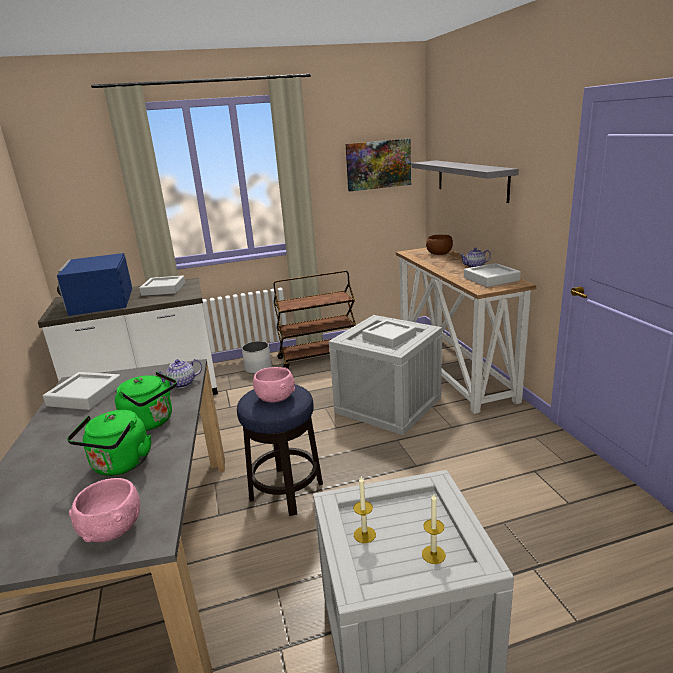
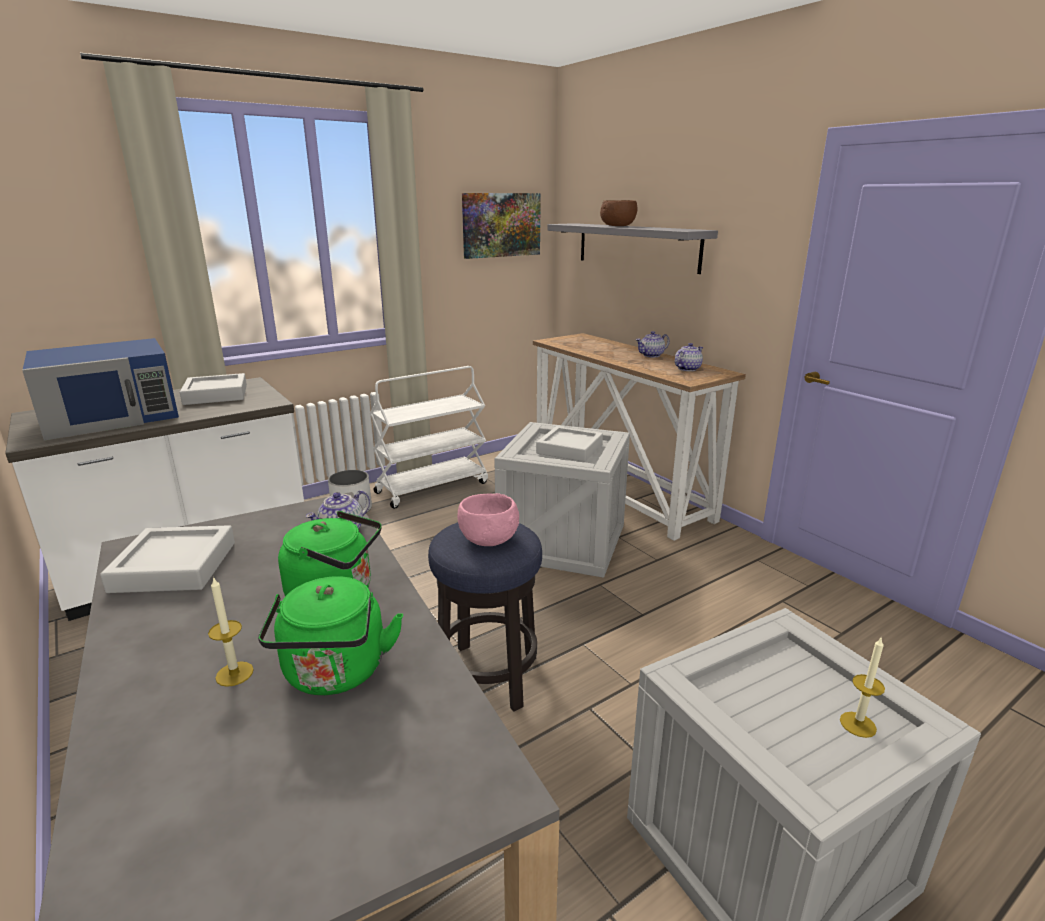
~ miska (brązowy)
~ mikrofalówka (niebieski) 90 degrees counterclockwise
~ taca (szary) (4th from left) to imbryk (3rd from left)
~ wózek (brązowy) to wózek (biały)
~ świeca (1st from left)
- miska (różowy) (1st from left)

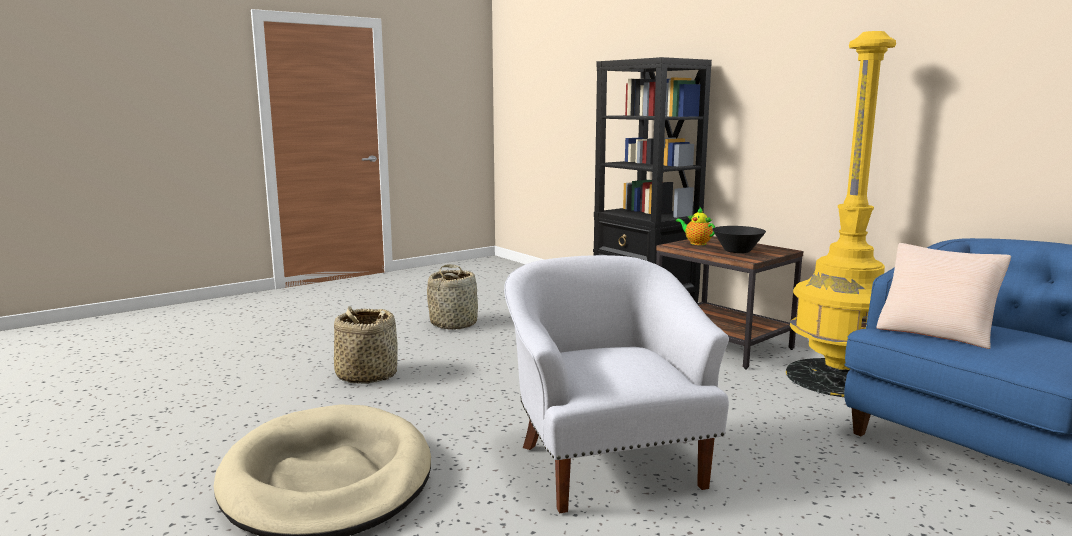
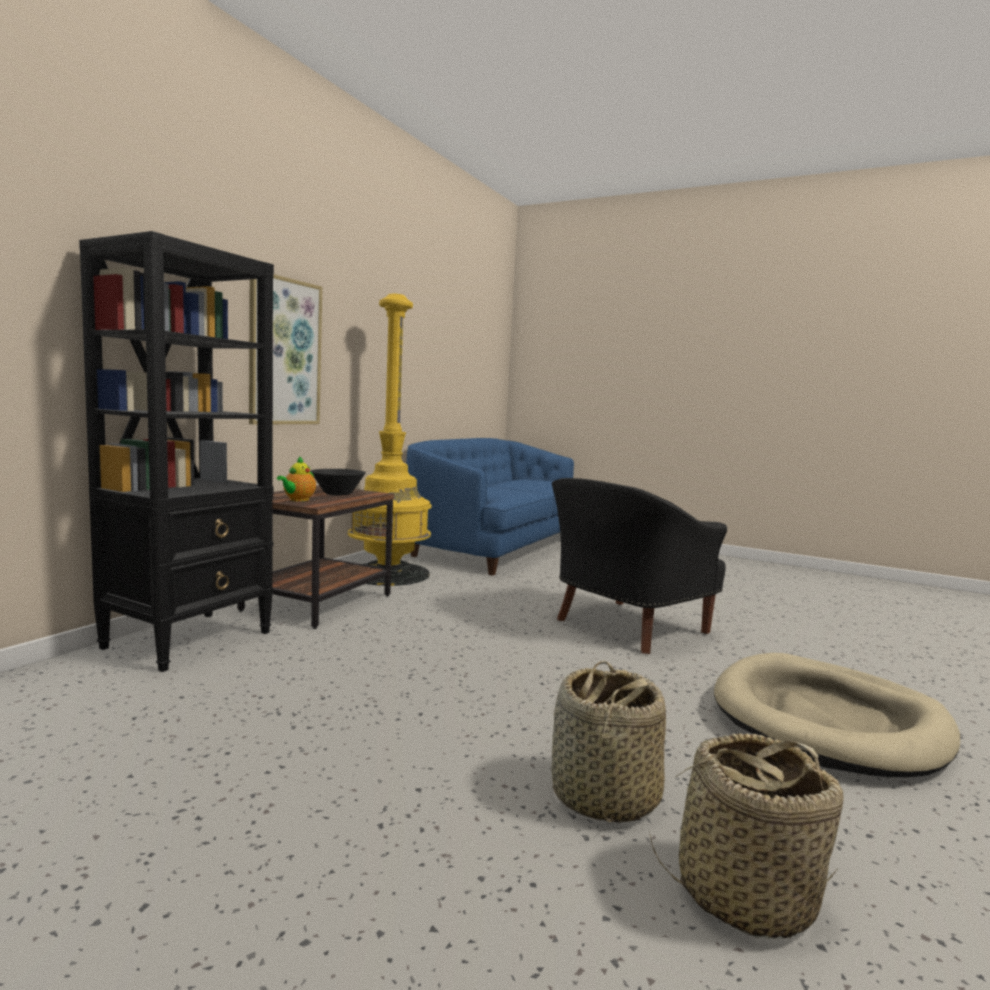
- poduszka (beżowy)
~ fotel (biały) to fotel (czarny)
~ koszyk (2nd from left)
+ obraz

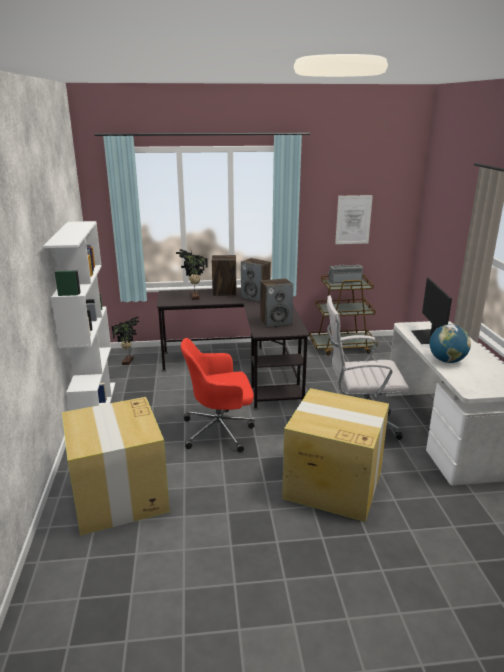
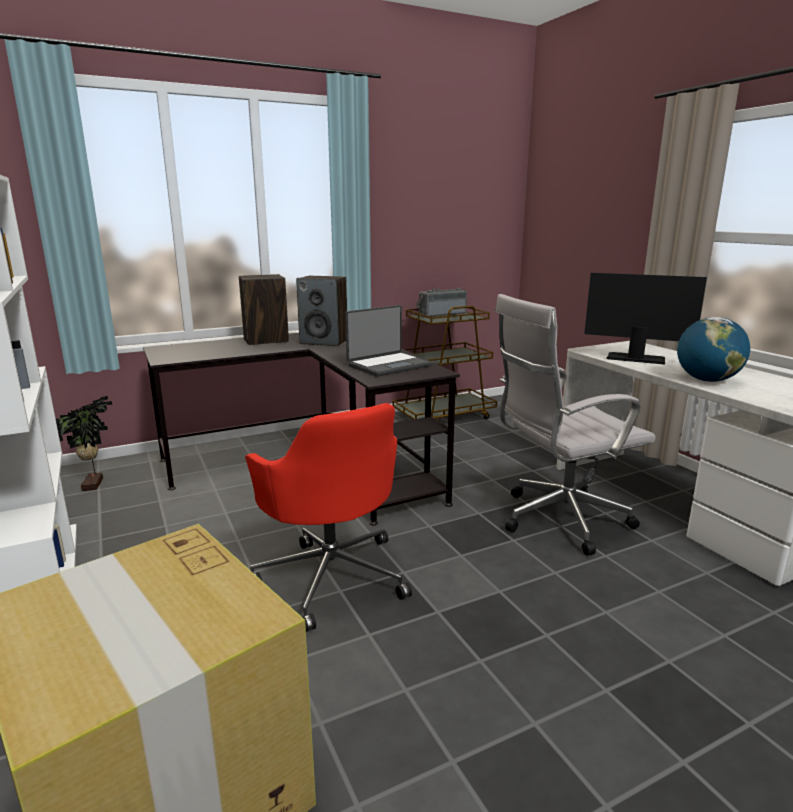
- obraz
- roślina doniczkowa (2nd from left)
~ głośnik (3rd from left) to laptop
~ monitor 135 degrees clockwise
~ krzesło biurowe (czerwony) 90 degrees counterclockwise
- karton (2nd from left)

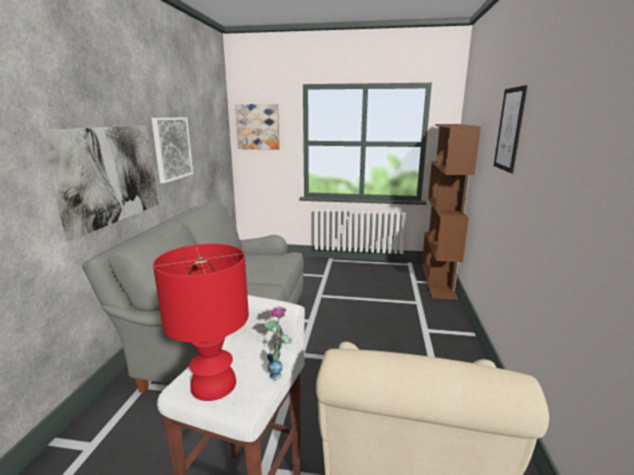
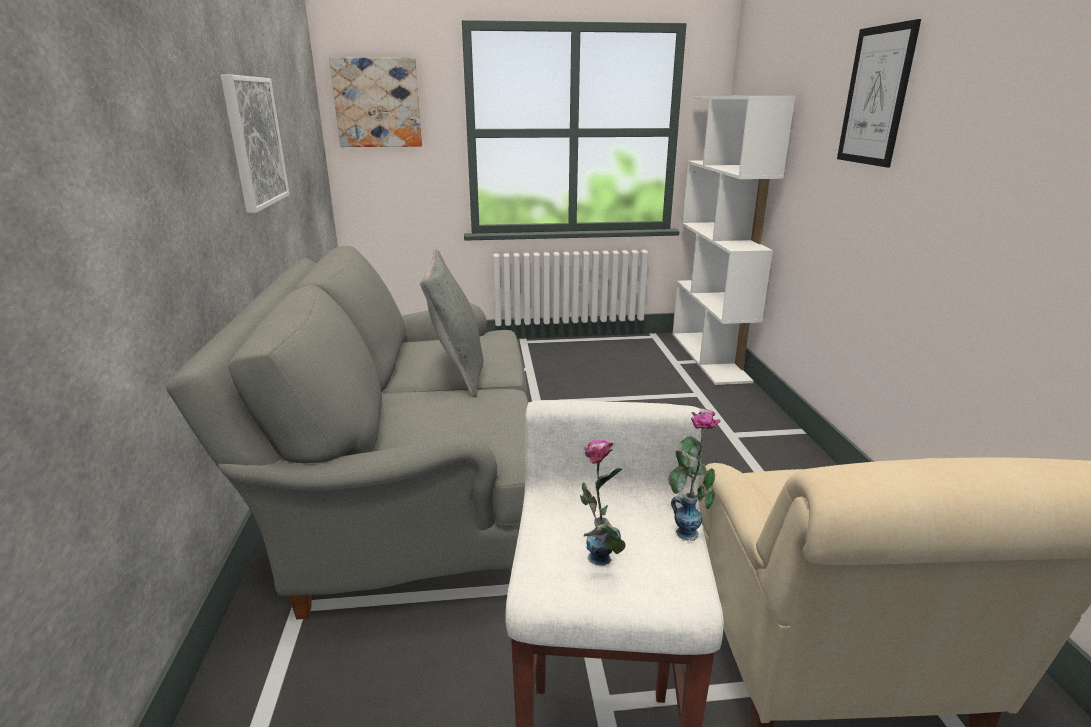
~ regał (brązowy) to regał (biały)
- obraz (1st from left)
~ lampa stołowa (czerwony) to wazon (1st from left)
+ poduszka (szary)

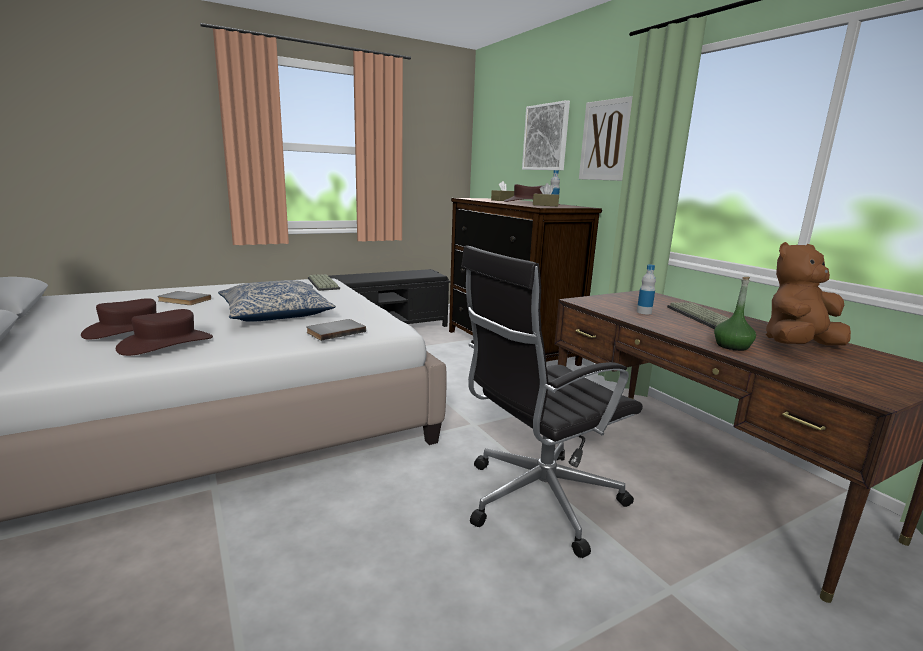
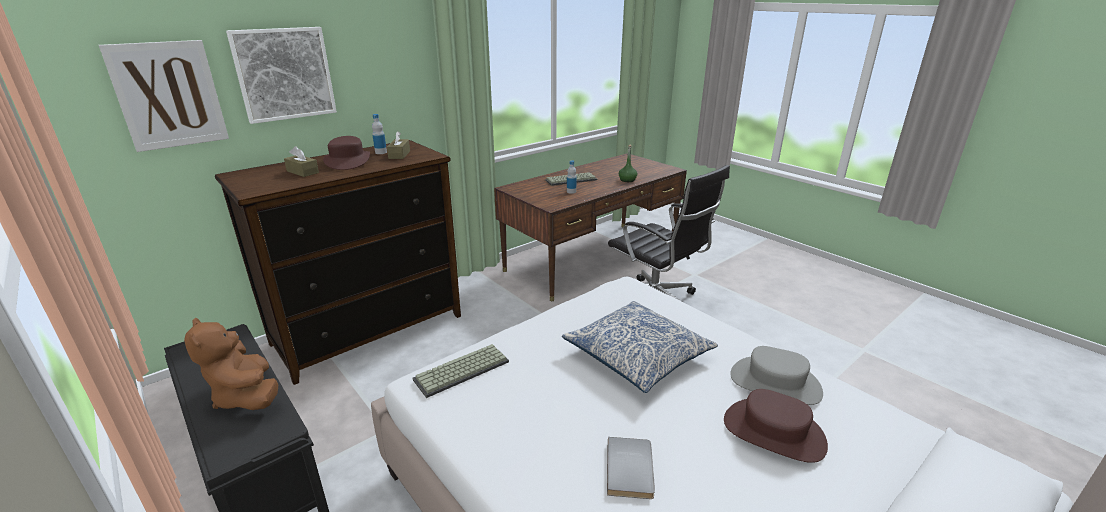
~ obraz (2nd from left in the first image) to obraz (1st from left)
~ pluszak (brązowy)
~ kapelusz (brązowy) (2nd from left) to kapelusz (szary)
- książka (szary) (2nd from left)

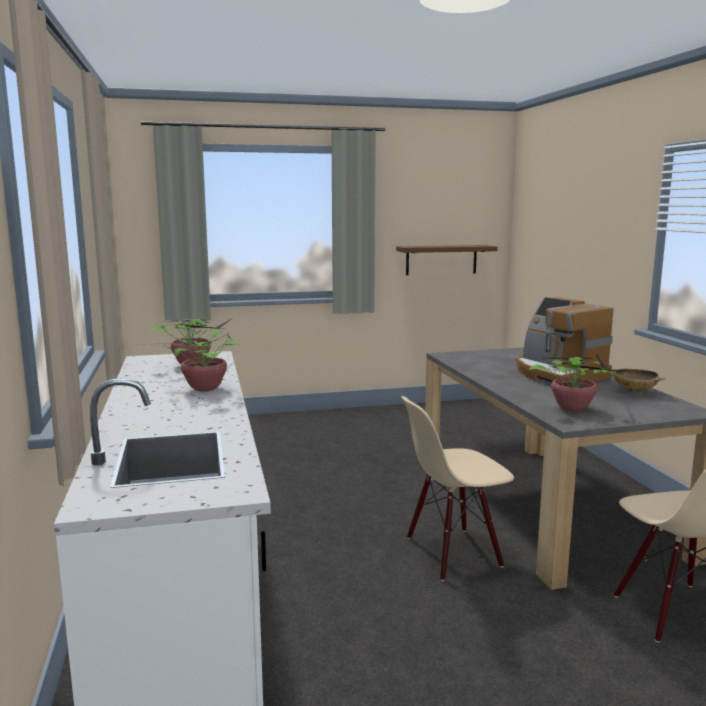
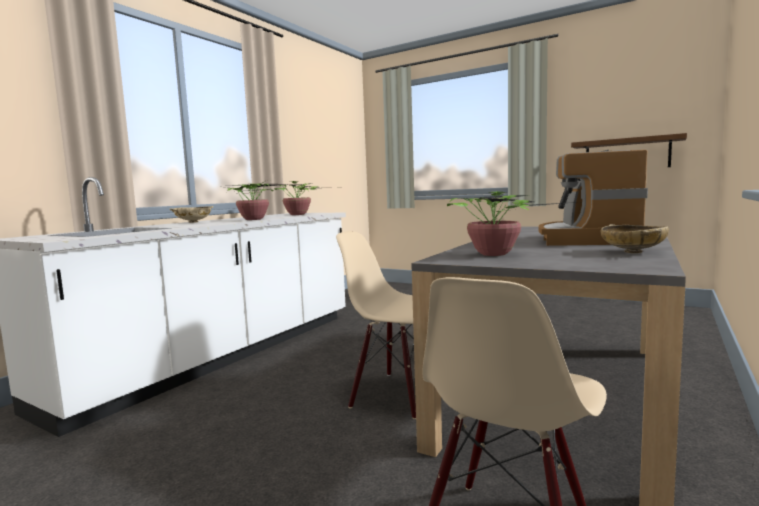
+ miska (beżowy) (1st from left)

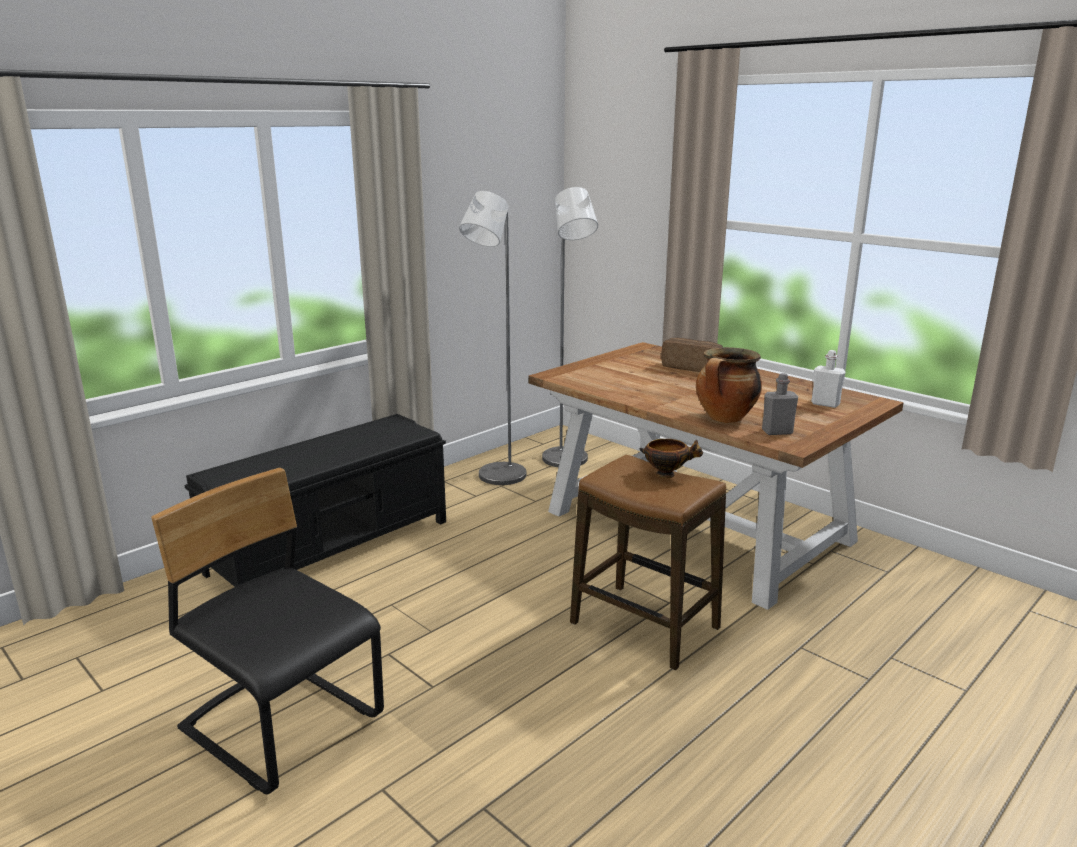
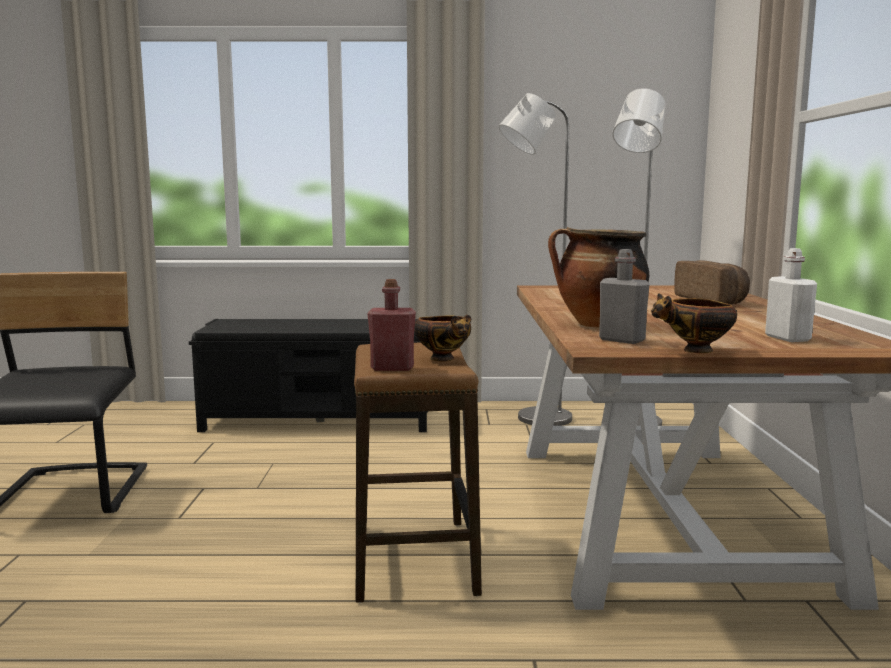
+ butelka (czerwony)
+ miska (2nd from left)

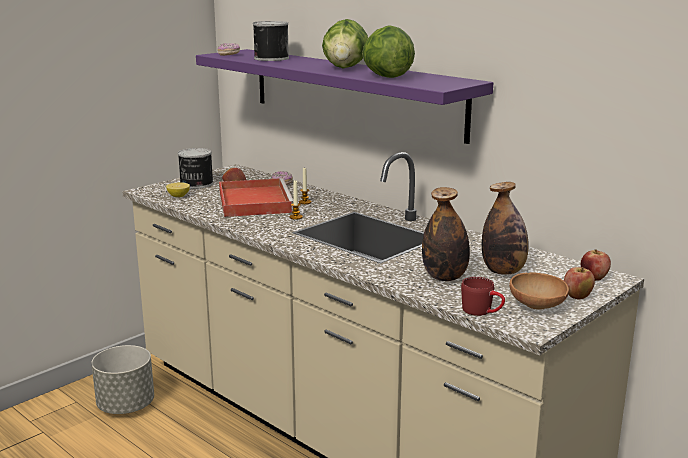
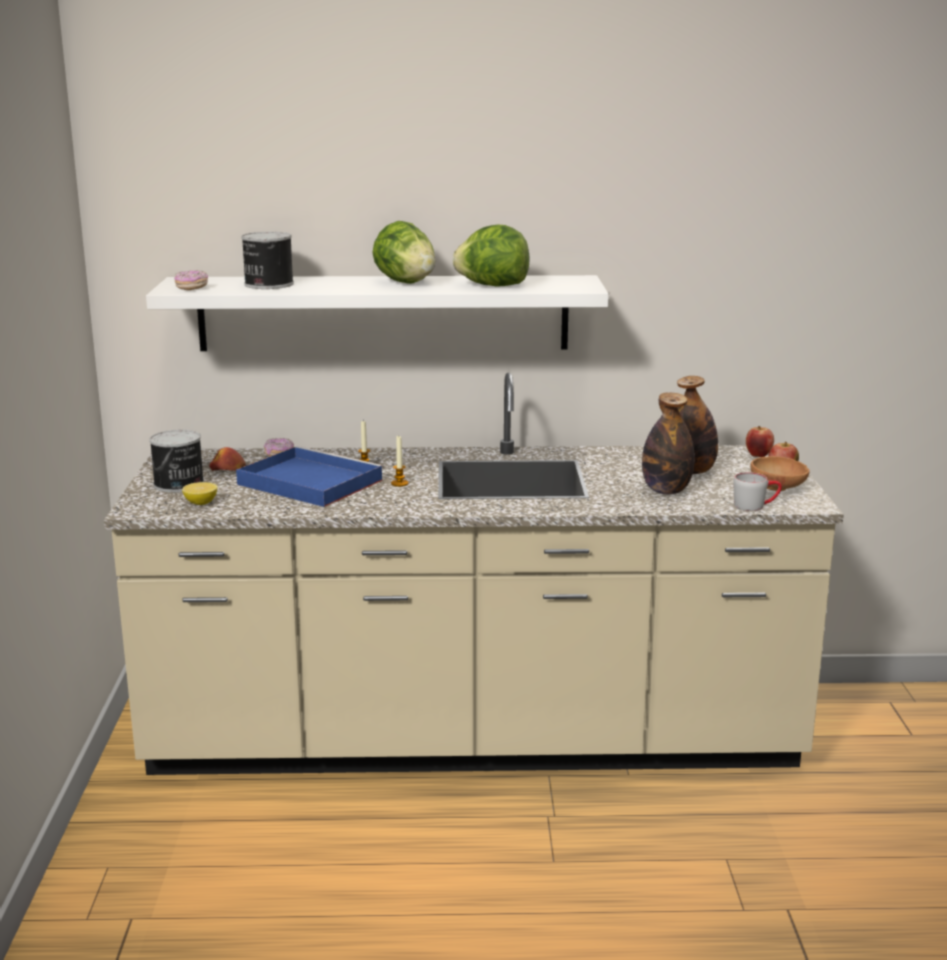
~ półka (fioletowy) to półka (biały)
~ taca (czerwony) to taca (niebieski)
~ kubek (czerwony) to kubek (szary)
- donica (szary)

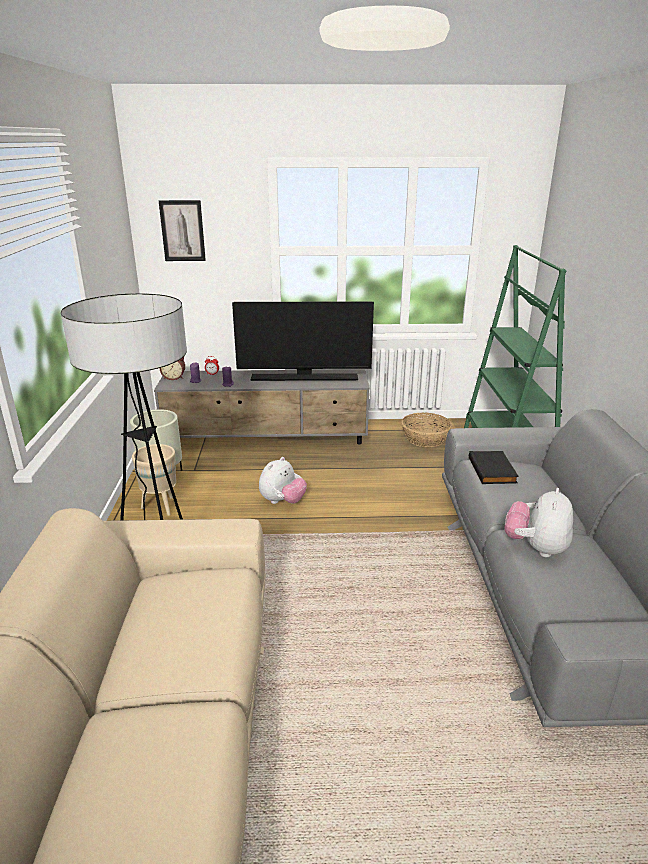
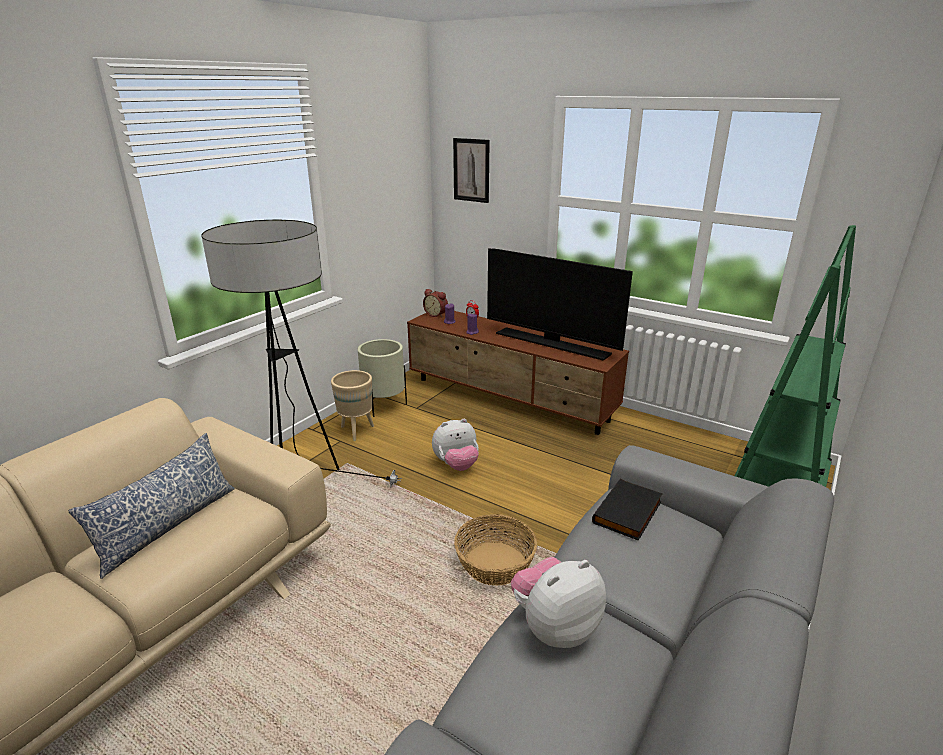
~ szafka pod telewizor (szary) to szafka pod telewizor (brązowy)
~ koszyk
+ poduszka

